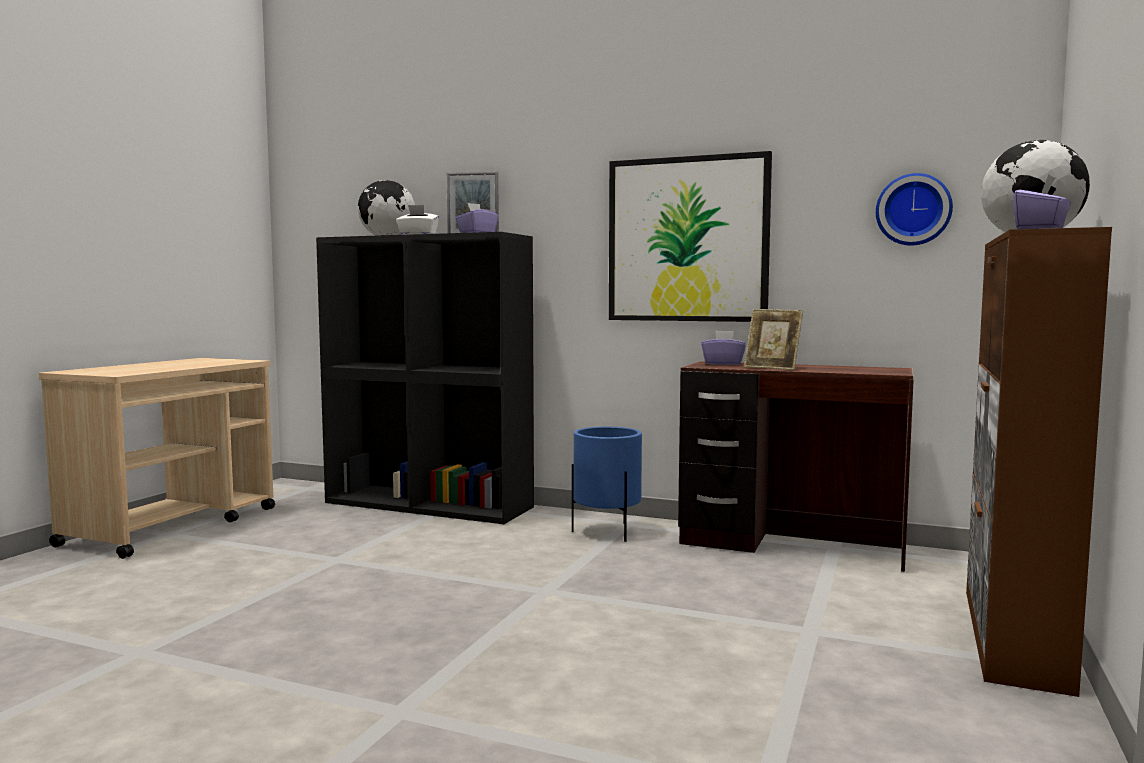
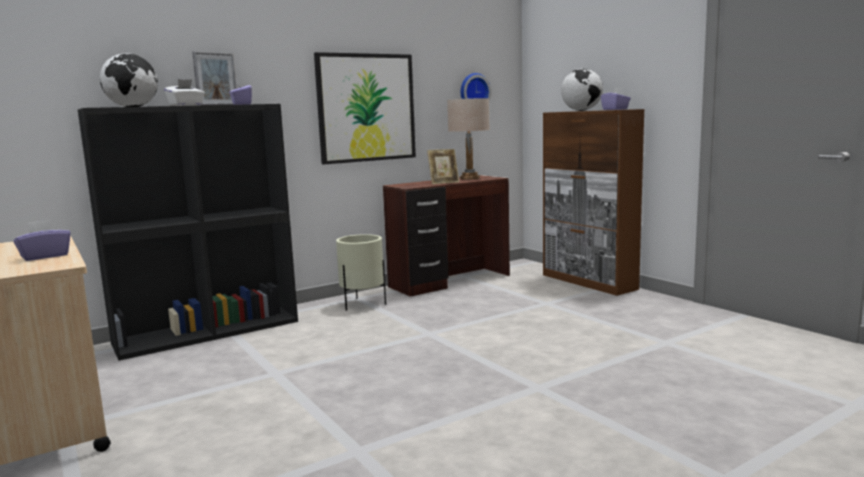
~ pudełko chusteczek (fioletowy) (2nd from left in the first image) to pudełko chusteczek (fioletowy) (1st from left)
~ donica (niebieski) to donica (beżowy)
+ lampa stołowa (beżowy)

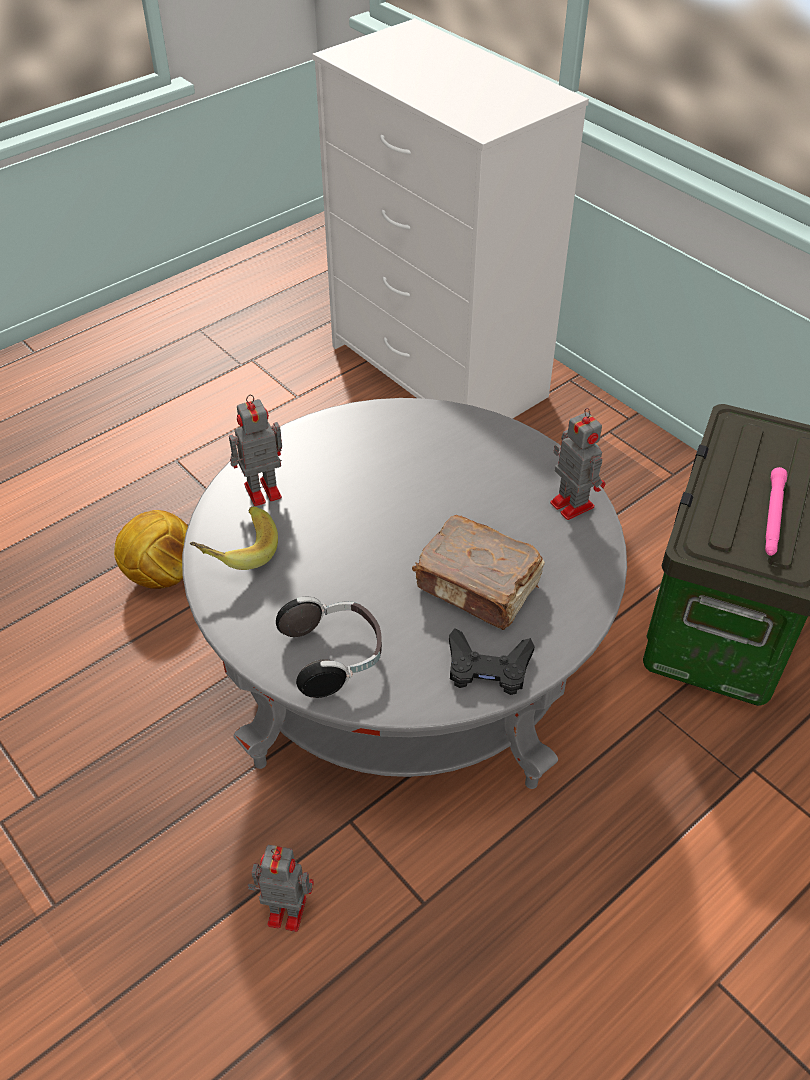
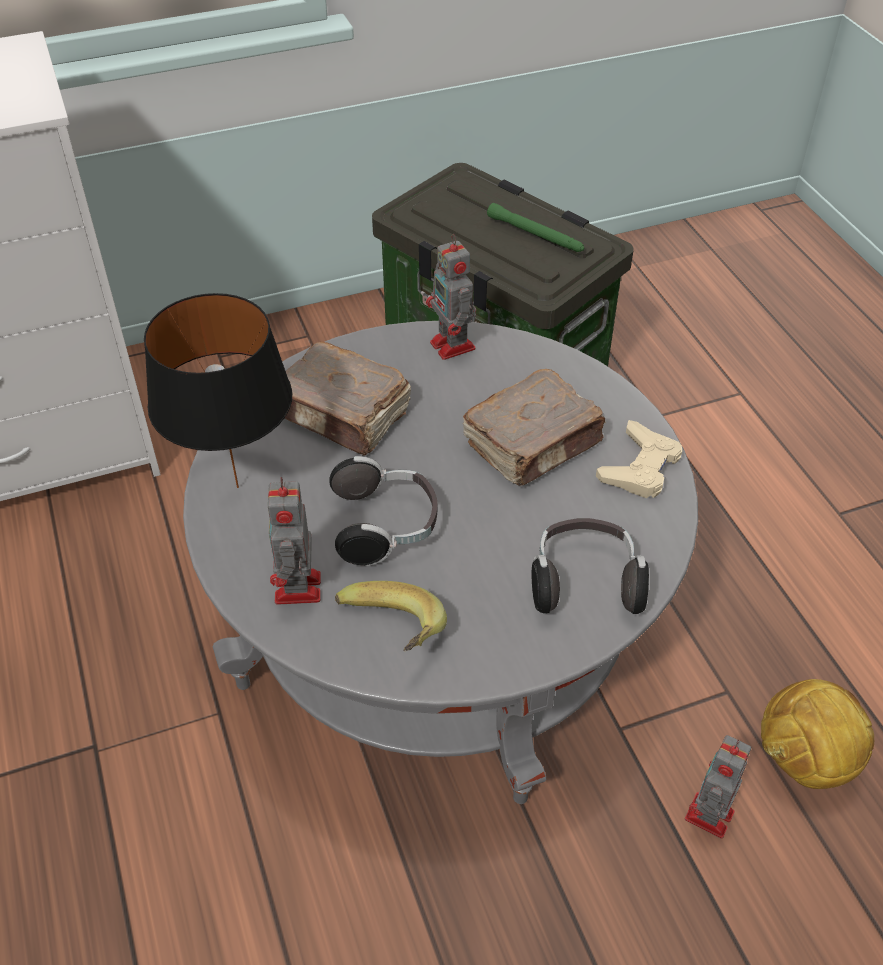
~ robot zabawkowy (3rd from left in the first image) 105 degrees counterclockwise
~ latarka (różowy) to latarka (zielony)
~ piłka futbolowa
~ pad do gier (czarny) to pad do gier (beżowy)
+ lampa stołowa (czarny)
+ książka (brązowy) (1st from left)
+ słuchawki (1st from left)

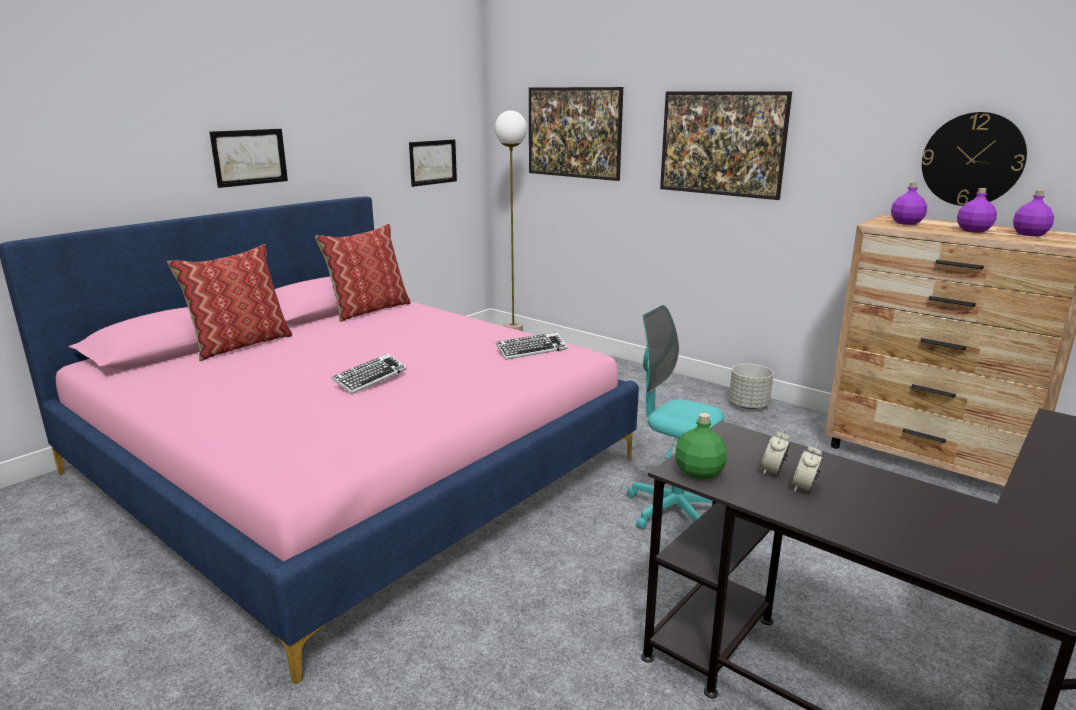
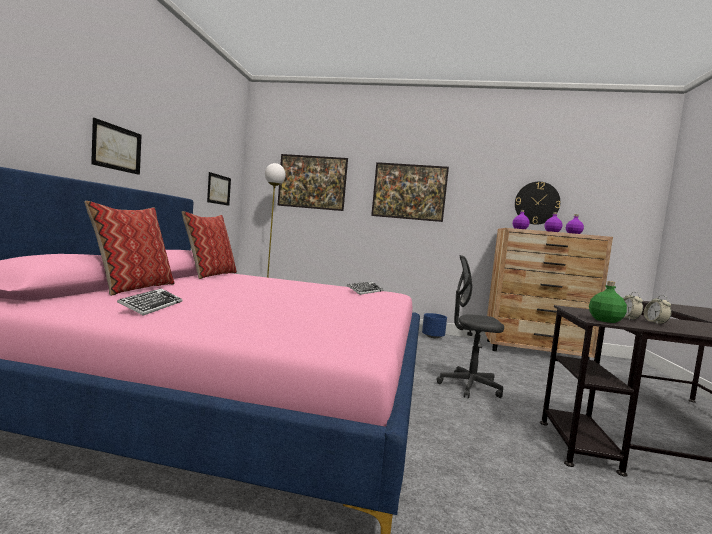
~ krzesło biurowe (turkusowy) to krzesło biurowe (szary)
~ klawiatura (1st from left)
~ donica (szary) to donica (niebieski)

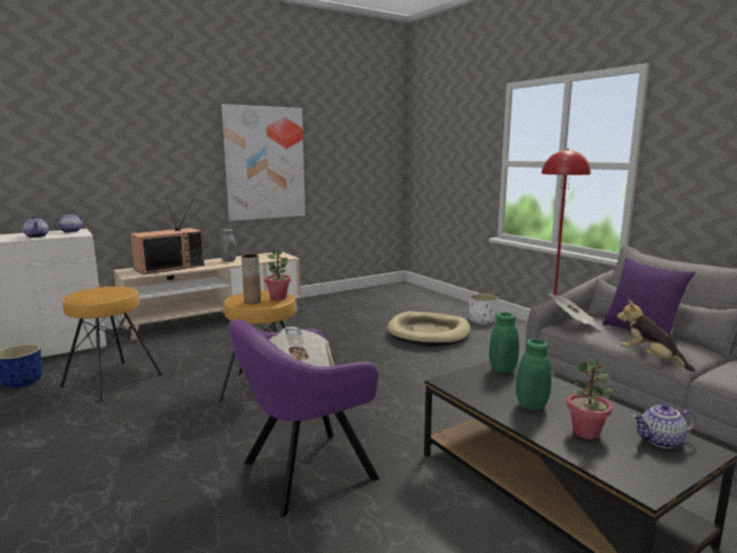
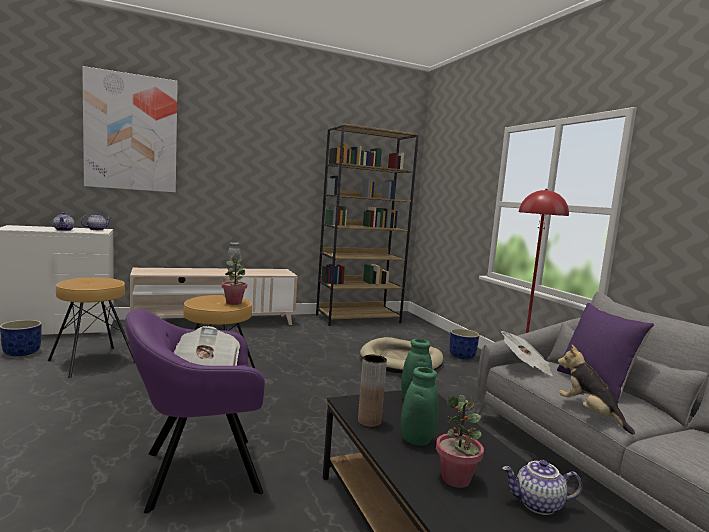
~ obraz
- telewizor
~ wazon (brązowy)
~ donica (biały) to donica (niebieski) (2nd from left)
+ regał (brązowy)

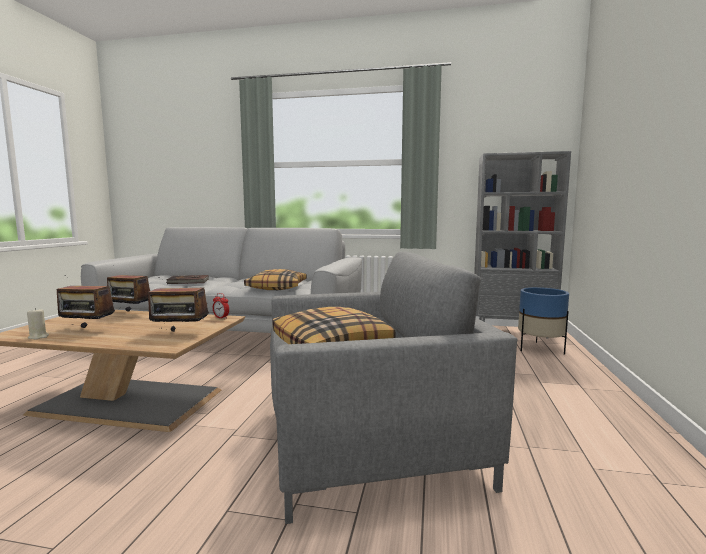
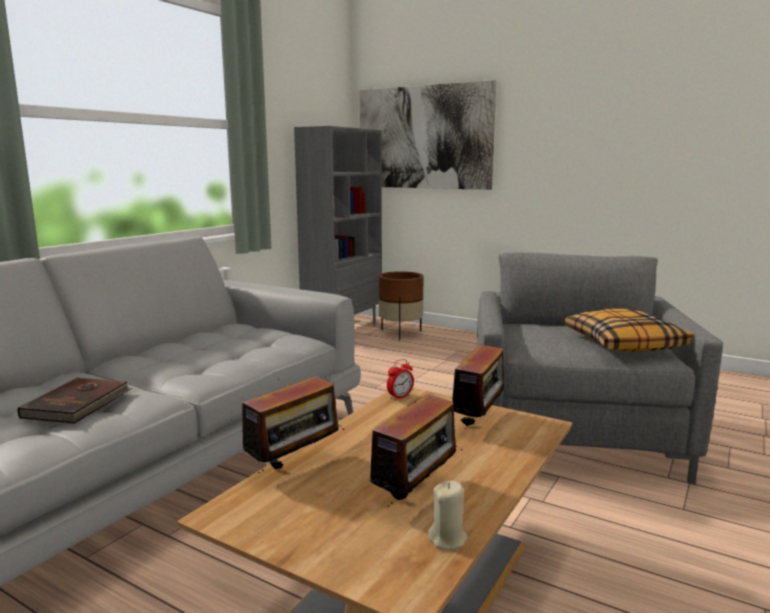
- poduszka (1st from left)
~ donica (niebieski) to donica (brązowy)
+ obraz

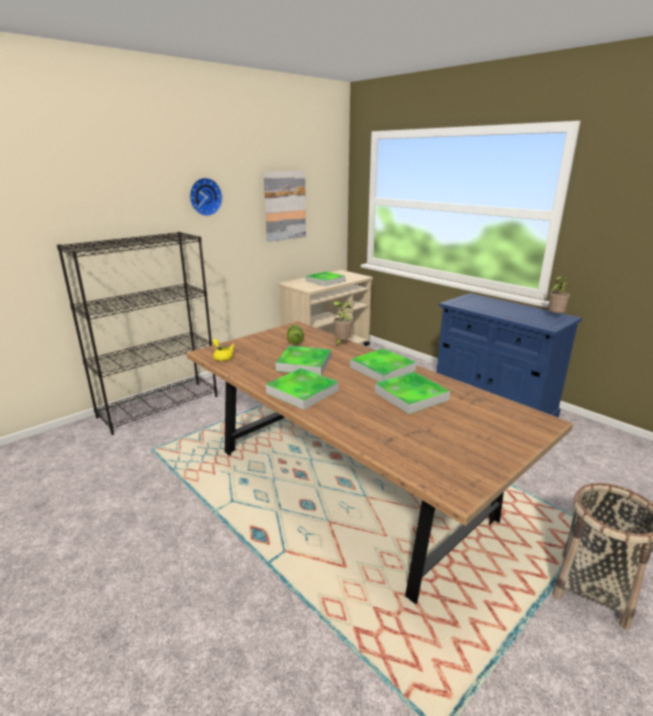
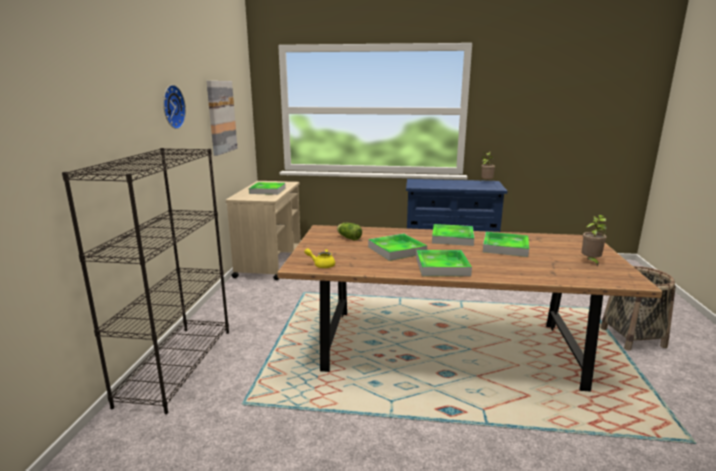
~ roślina doniczkowa (1st from left in the first image) to roślina doniczkowa (2nd from left)

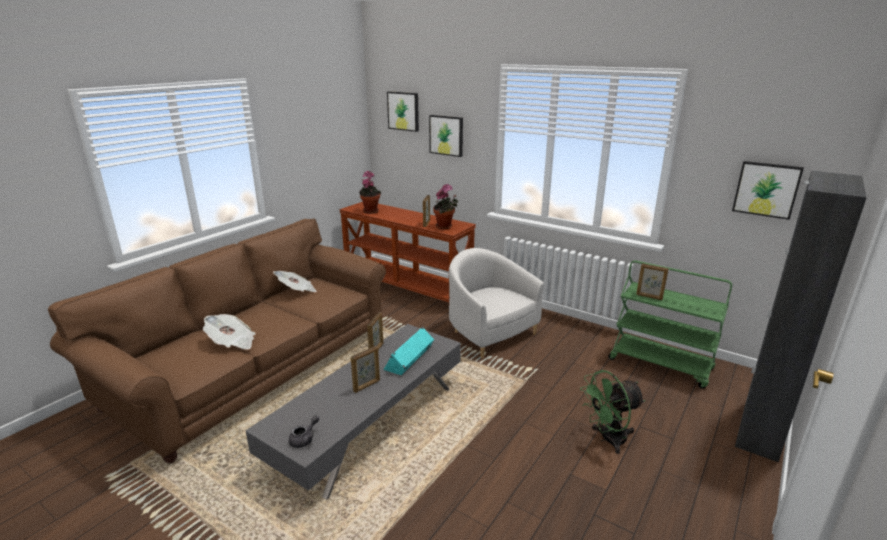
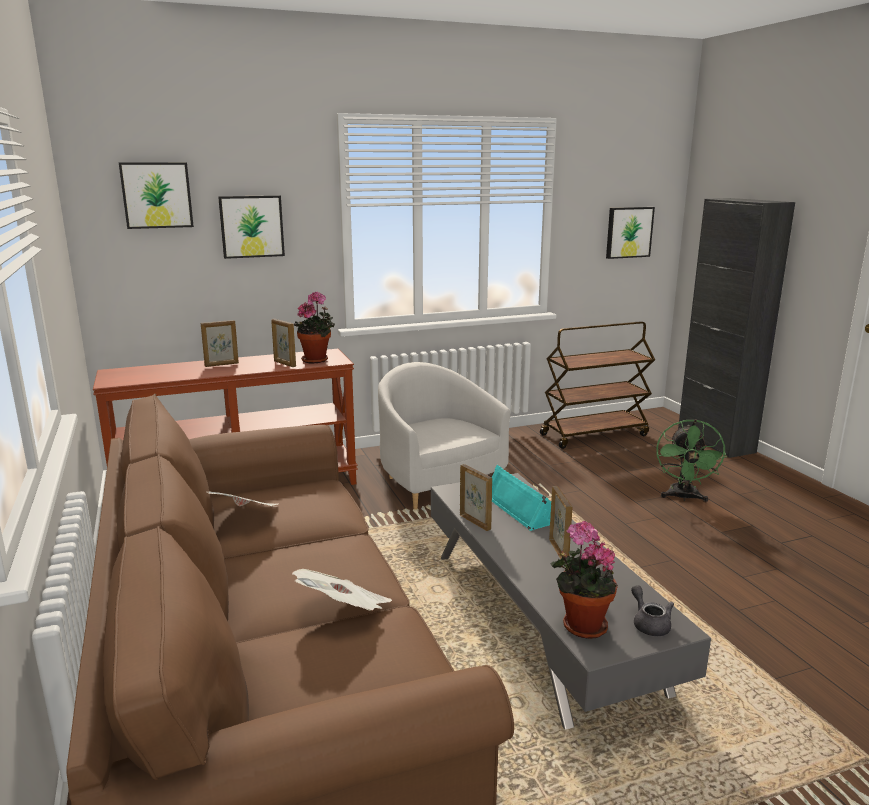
~ roślina doniczkowa (1st from left in the first image) to roślina doniczkowa (2nd from left)
~ fotel (biały) 60 degrees clockwise
~ wózek (zielony) to wózek (brązowy)
~ ramka na zdjęcie (4th from left in the first image) to ramka na zdjęcie (1st from left)

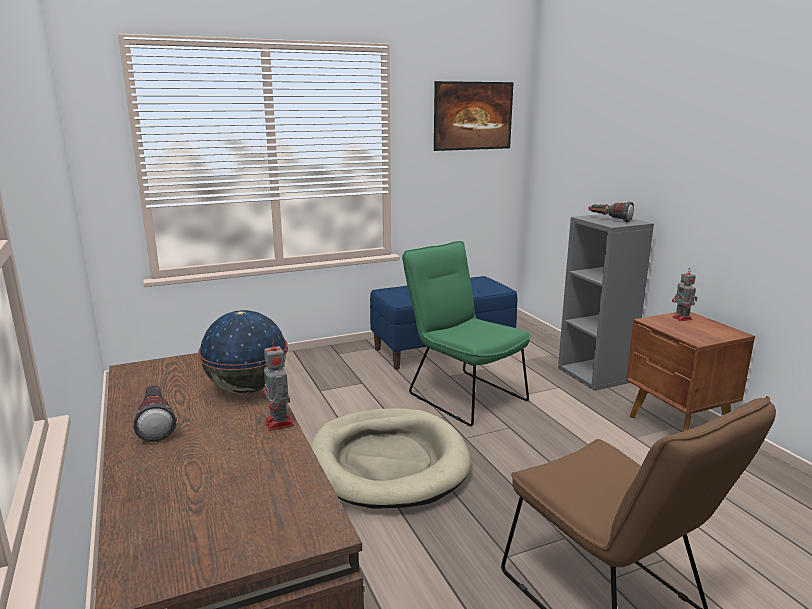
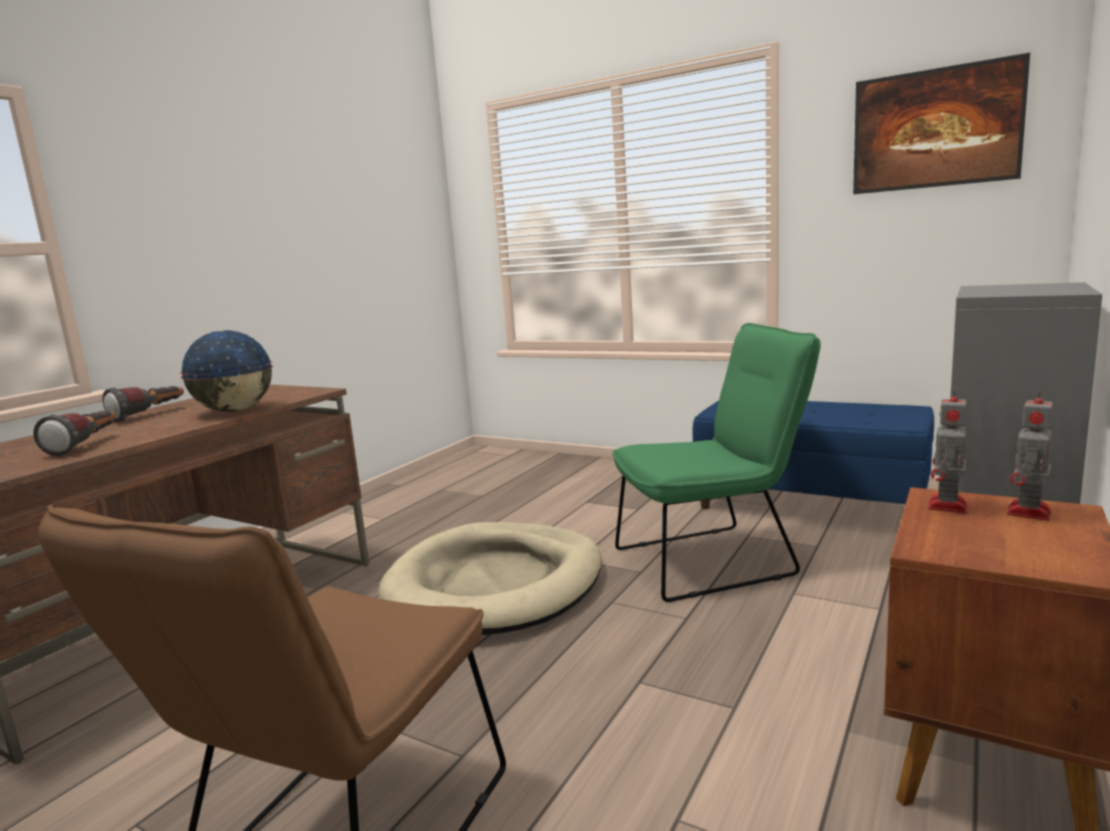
~ latarka (2nd from left in the first image) to latarka (1st from left)
~ krzesło (zielony) 60 degrees clockwise
~ robot zabawkowy (1st from left)

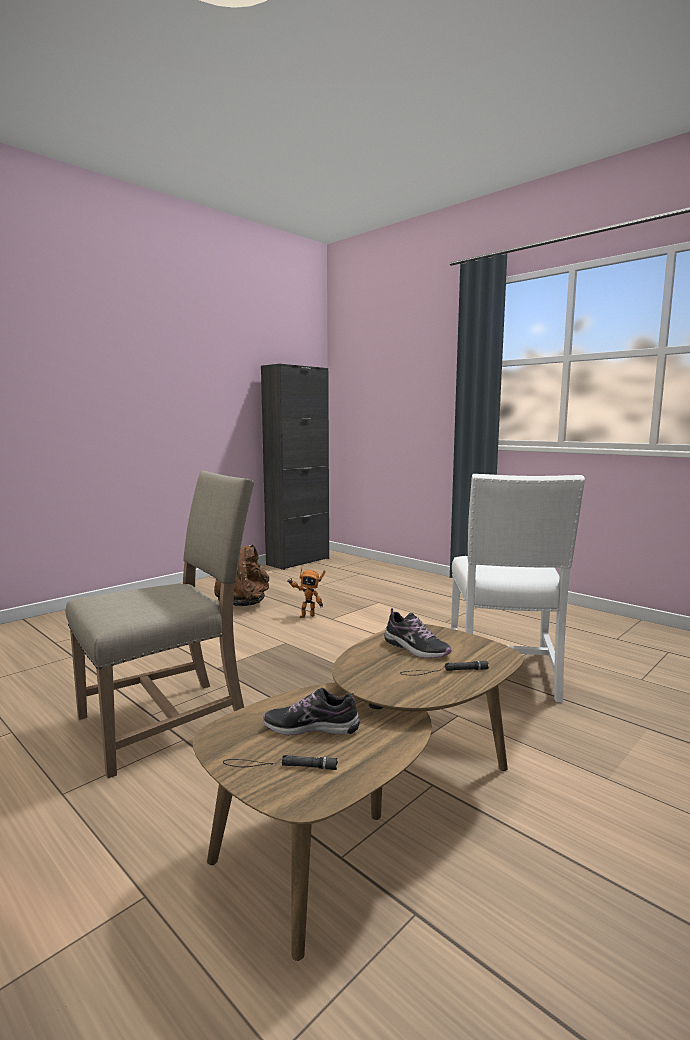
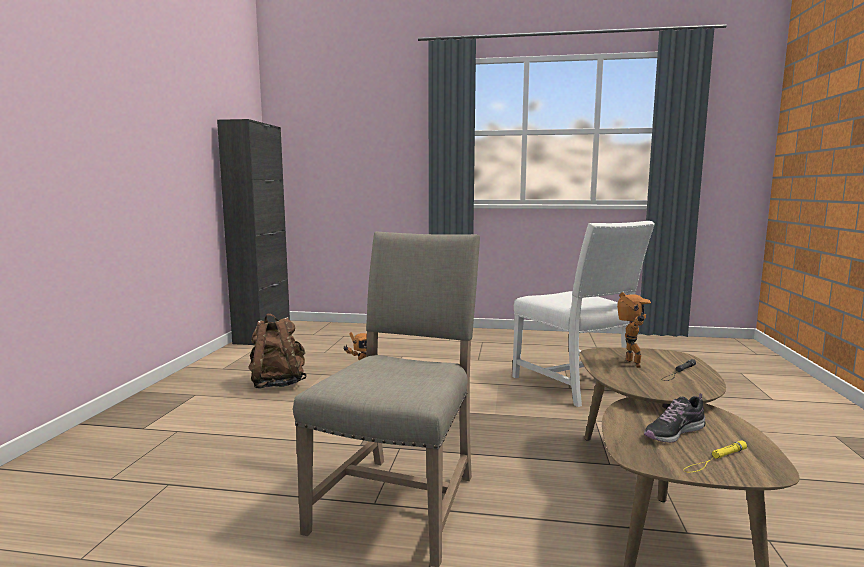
~ but (2nd from left) to robot zabawkowy (2nd from left)
~ latarka (czarny) (1st from left) to latarka (żółty)

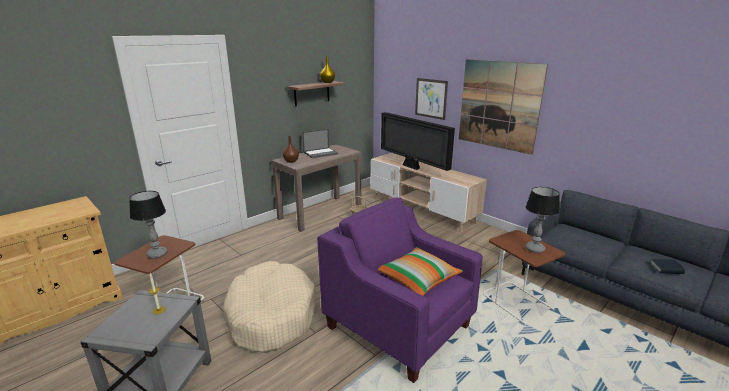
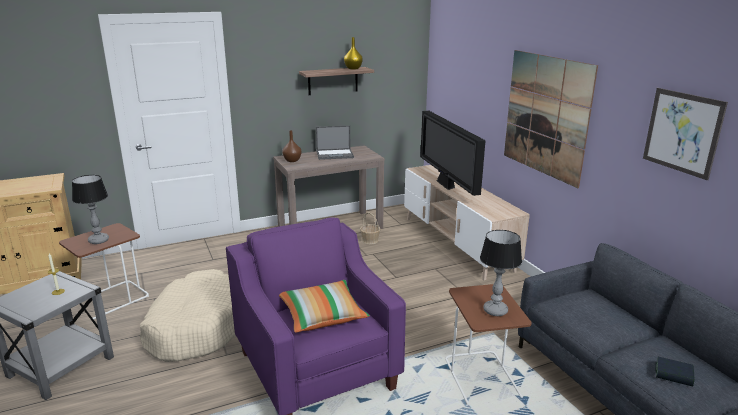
~ obraz (1st from left in the first image) to obraz (2nd from left)

